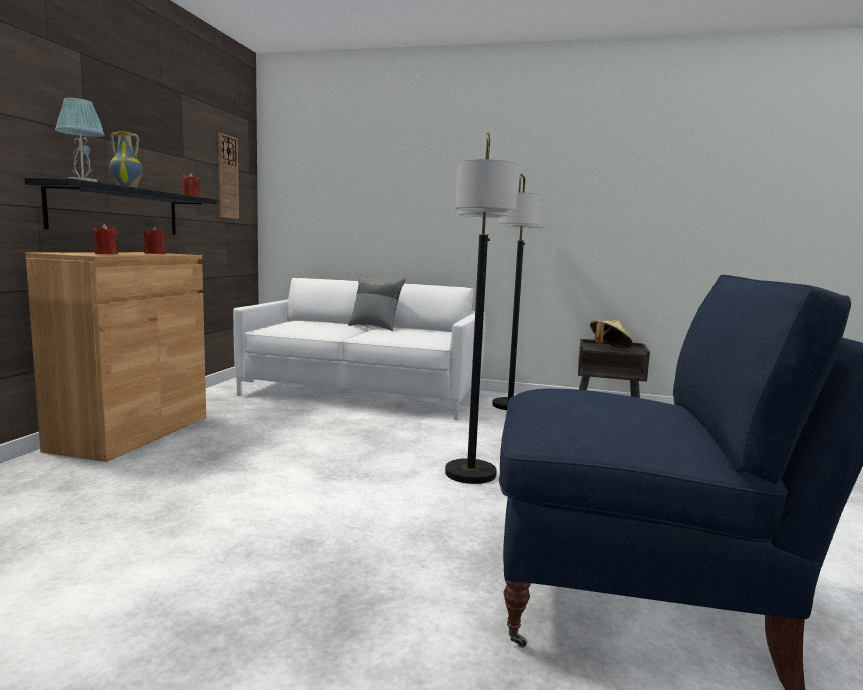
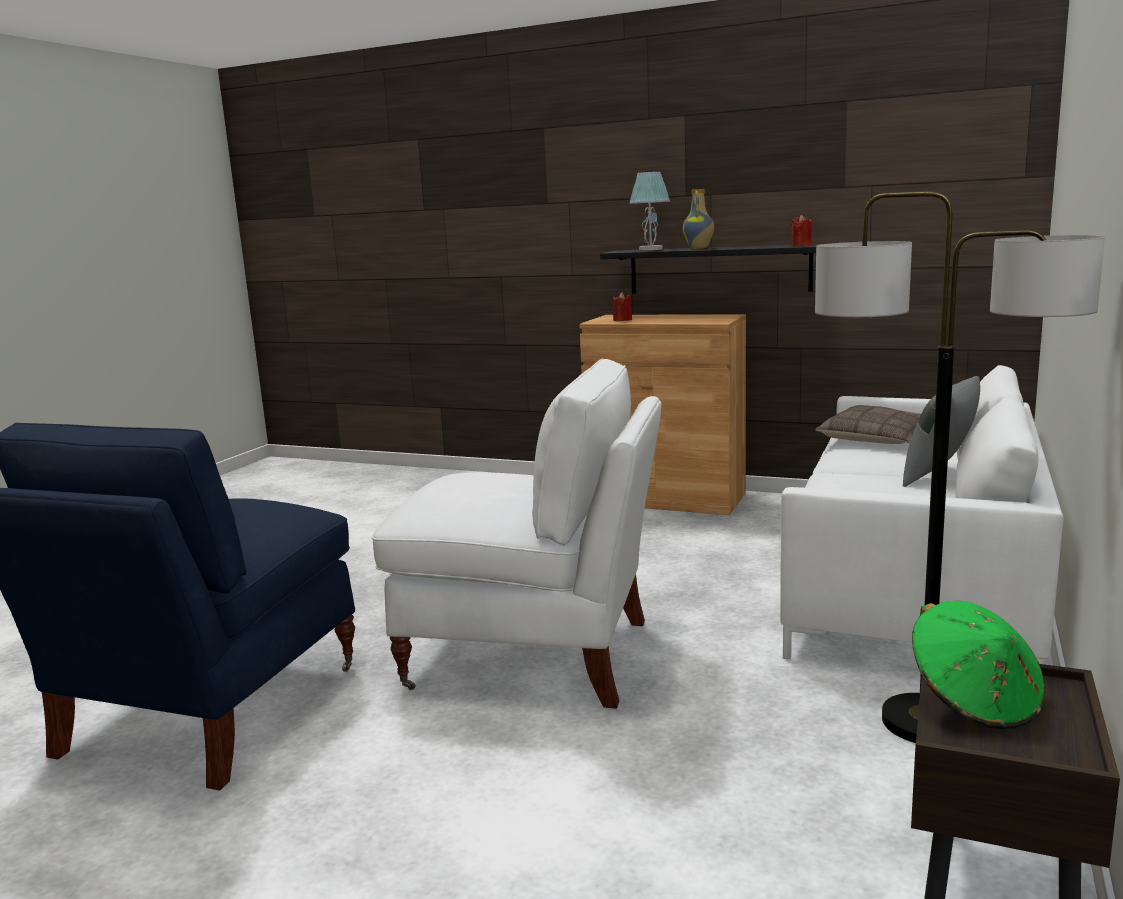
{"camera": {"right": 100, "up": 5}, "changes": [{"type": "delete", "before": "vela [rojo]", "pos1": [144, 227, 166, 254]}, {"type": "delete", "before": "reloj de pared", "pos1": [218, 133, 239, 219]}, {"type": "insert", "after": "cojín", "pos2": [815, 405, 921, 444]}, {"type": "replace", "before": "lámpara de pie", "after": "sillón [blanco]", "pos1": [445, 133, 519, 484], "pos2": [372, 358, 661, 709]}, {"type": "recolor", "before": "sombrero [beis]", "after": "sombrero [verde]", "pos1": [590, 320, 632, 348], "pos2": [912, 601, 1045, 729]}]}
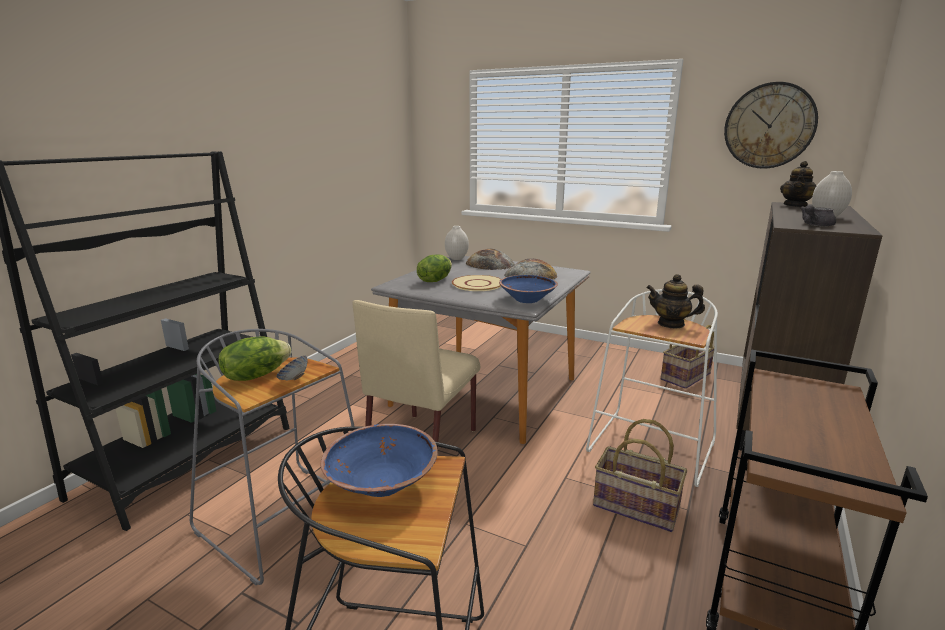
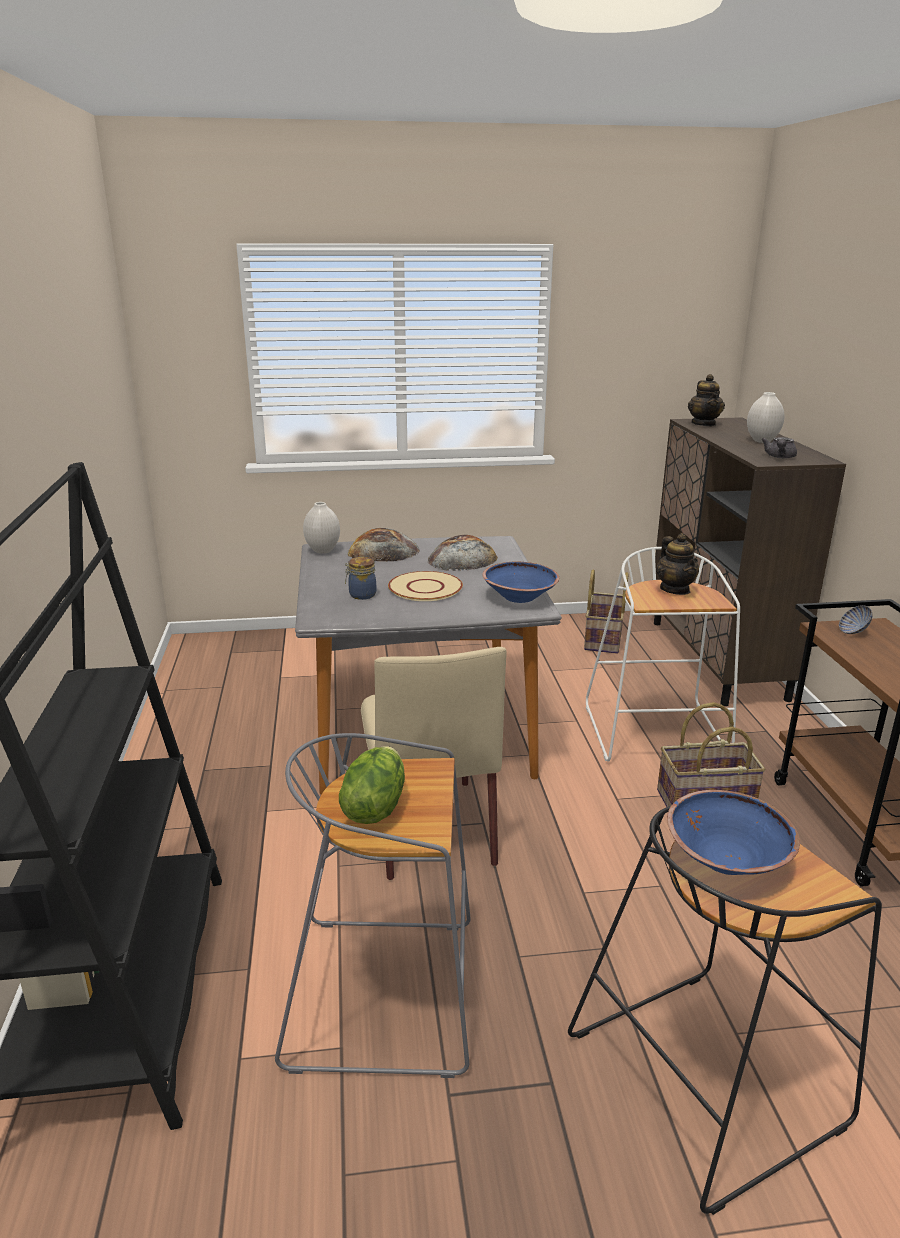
{"camera": {"right": -35, "up": 5}, "changes": [{"type": "delete", "before": "reloj de pared", "pos1": [724, 82, 818, 169]}, {"type": "move", "before": "cuenco", "pos1": [277, 355, 308, 380], "pos2": [839, 605, 873, 634]}, {"type": "replace", "before": "lechuga", "after": "tarro", "pos1": [417, 254, 452, 282], "pos2": [345, 557, 376, 600]}, {"type": "rotate", "before": "tetera", "pos1": [646, 274, 705, 328], "pos2": [656, 533, 699, 595], "turn": -90}]}
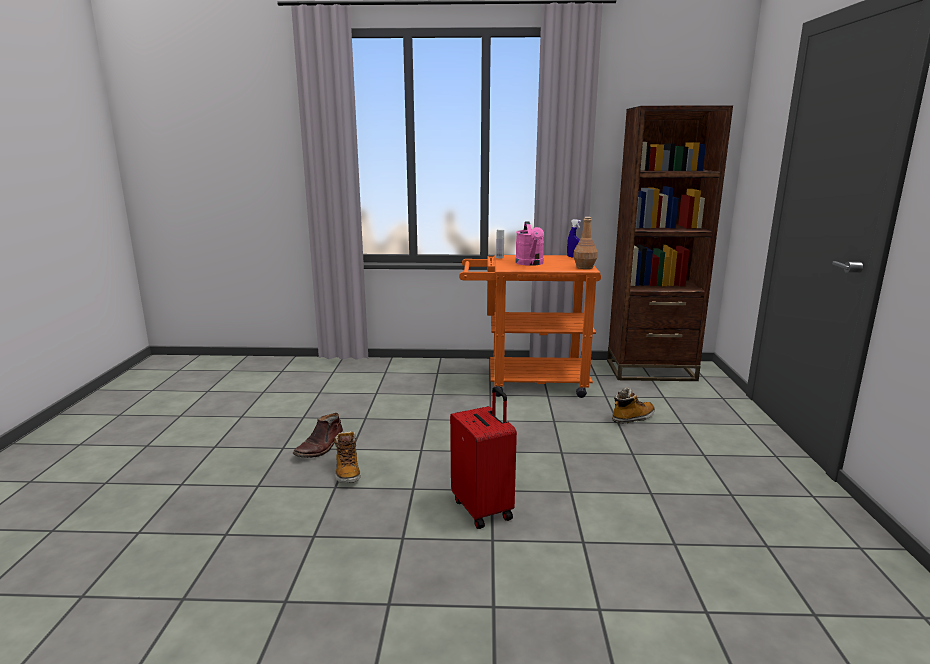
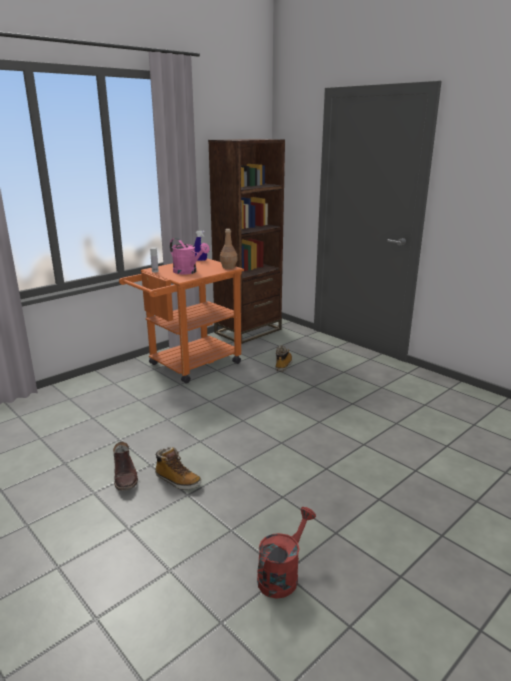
{"camera": {"right": -45, "up": 5}, "changes": [{"type": "delete", "before": "maleta [rojo]", "pos1": [450, 387, 517, 529]}, {"type": "insert", "after": "regadera [rojo]", "pos2": [257, 507, 316, 599]}]}
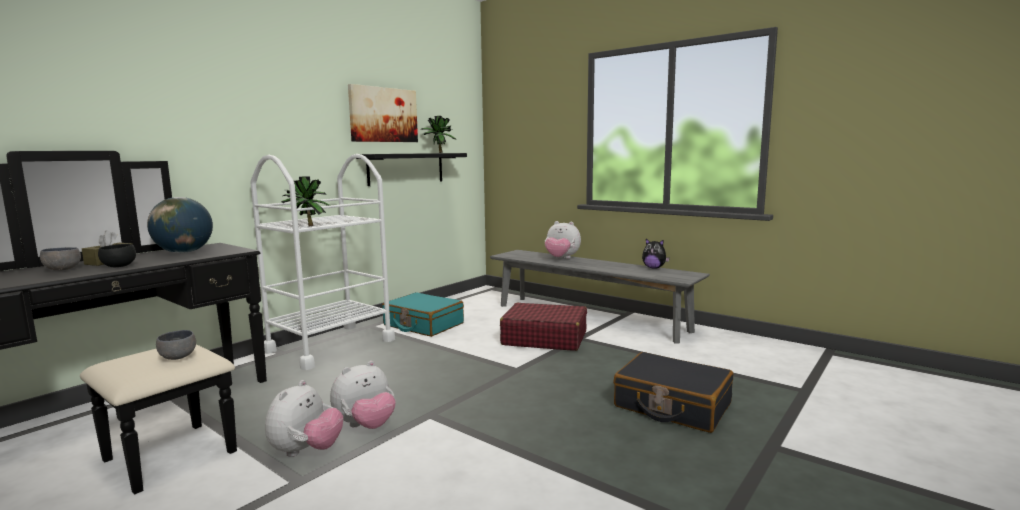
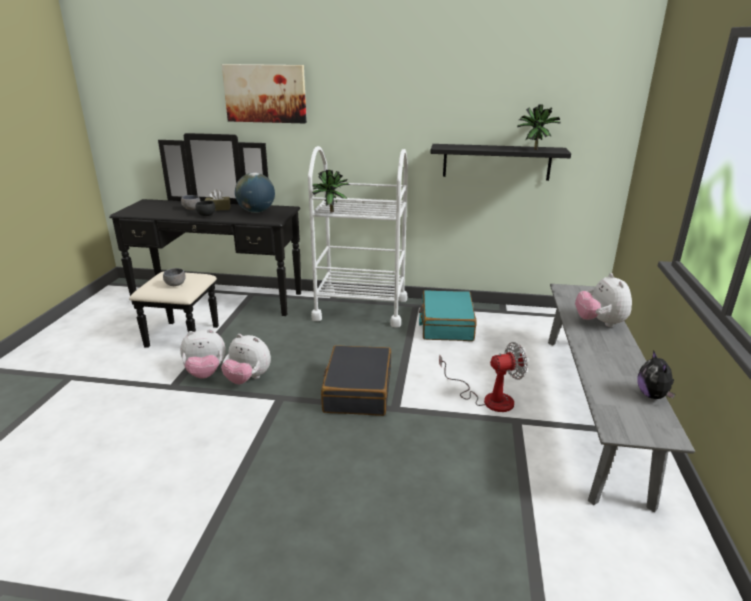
{"camera": {"right": 60, "up": 15}, "changes": [{"type": "move", "before": "cuadro", "pos1": [348, 84, 418, 142], "pos2": [222, 64, 307, 123]}, {"type": "move", "before": "maleta [negro]", "pos1": [614, 352, 733, 433], "pos2": [321, 345, 391, 416]}, {"type": "replace", "before": "maleta [rojo]", "after": "ventilador", "pos1": [500, 303, 587, 351], "pos2": [439, 342, 528, 412]}]}
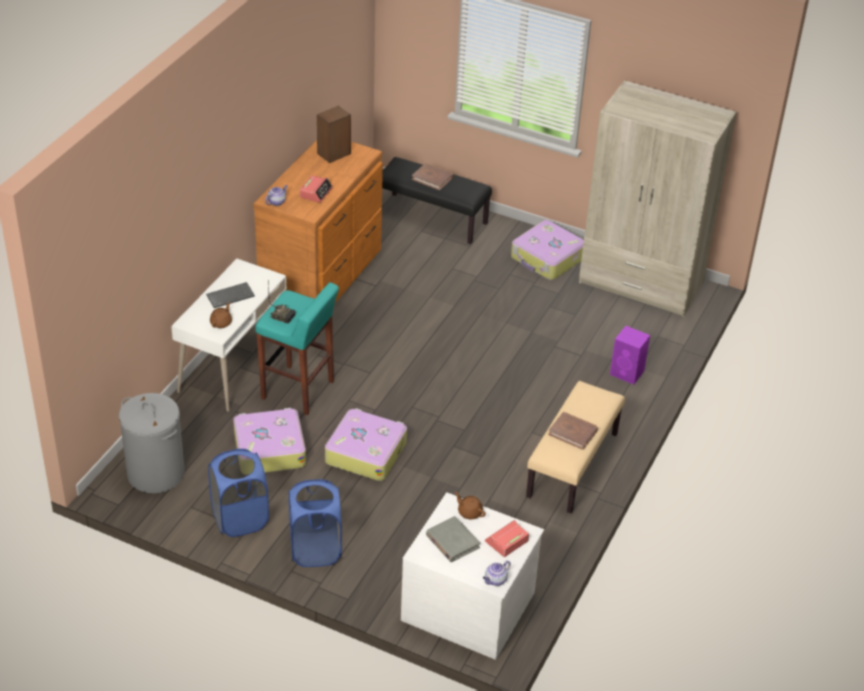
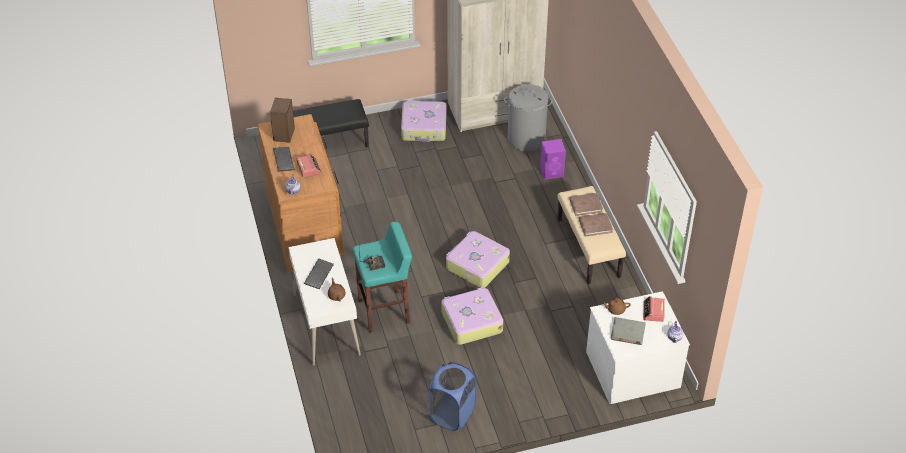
{"camera": {"right": -40, "up": 5}, "changes": [{"type": "delete", "before": "cesto de la ropa [azul]", "pos1": [289, 479, 342, 567]}, {"type": "insert", "after": "teclado", "pos2": [273, 147, 295, 172]}, {"type": "move", "before": "cesto de la ropa [gris]", "pos1": [119, 393, 185, 493], "pos2": [504, 84, 553, 151]}, {"type": "move", "before": "maleta", "pos1": [233, 408, 306, 472], "pos2": [446, 231, 510, 288]}, {"type": "move", "before": "libro [marrón]", "pos1": [412, 163, 453, 190], "pos2": [570, 193, 603, 216]}]}
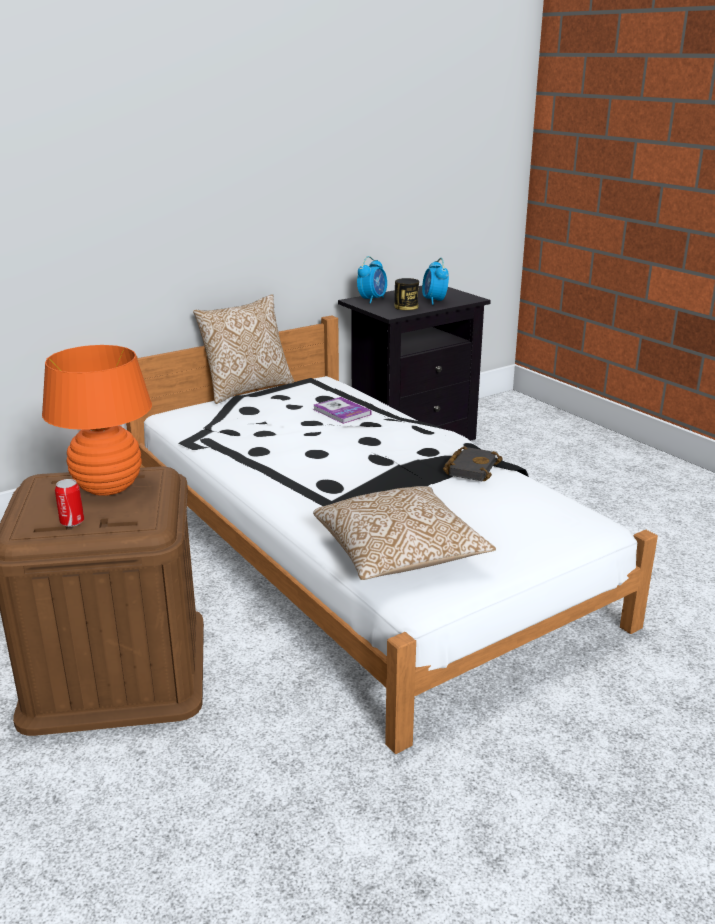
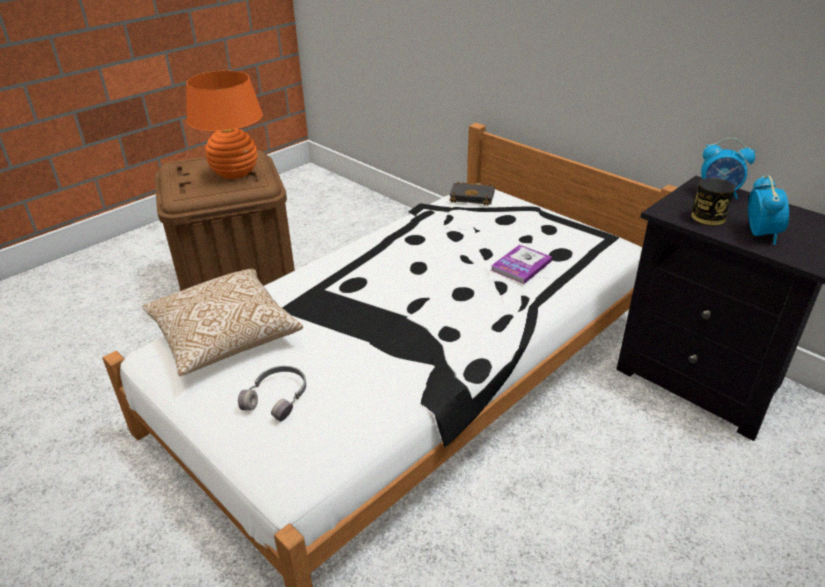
{"camera": {"right": 80, "up": 10}, "changes": [{"type": "delete", "before": "lata", "pos1": [55, 479, 84, 527]}, {"type": "delete", "before": "cojín", "pos1": [193, 294, 294, 404]}, {"type": "insert", "after": "auriculares [gris]", "pos2": [238, 366, 306, 422]}, {"type": "move", "before": "libro [negro]", "pos1": [443, 446, 503, 481], "pos2": [449, 181, 495, 206]}, {"type": "rotate", "before": "despertador", "pos1": [422, 258, 449, 305], "pos2": [748, 175, 789, 245], "turn": 120}]}
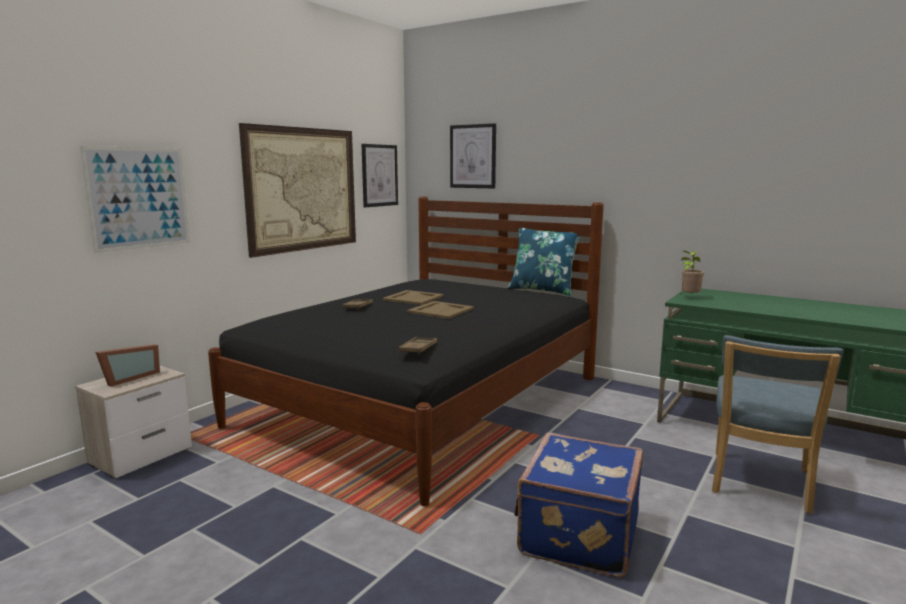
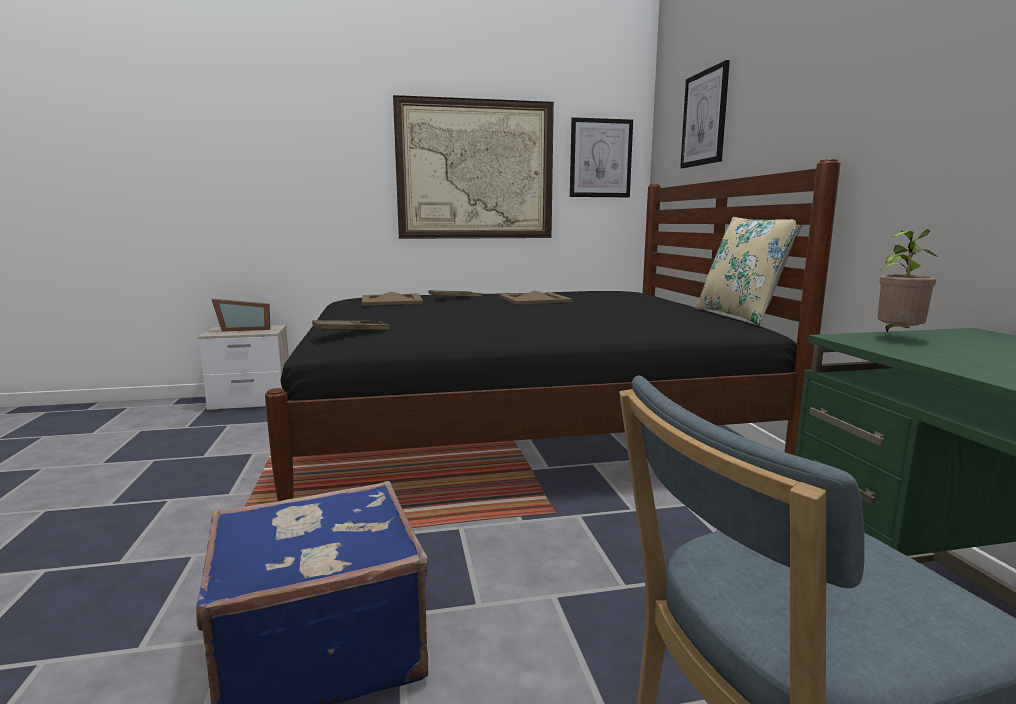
{"camera": {"right": 45, "up": 0}, "changes": [{"type": "delete", "before": "cuadro", "pos1": [80, 146, 190, 253]}, {"type": "move", "before": "bandeja [beis]", "pos1": [407, 301, 474, 319], "pos2": [362, 292, 423, 306]}, {"type": "recolor", "before": "cojín [azul]", "after": "cojín [beis]", "pos1": [508, 228, 580, 296], "pos2": [695, 217, 803, 325]}]}
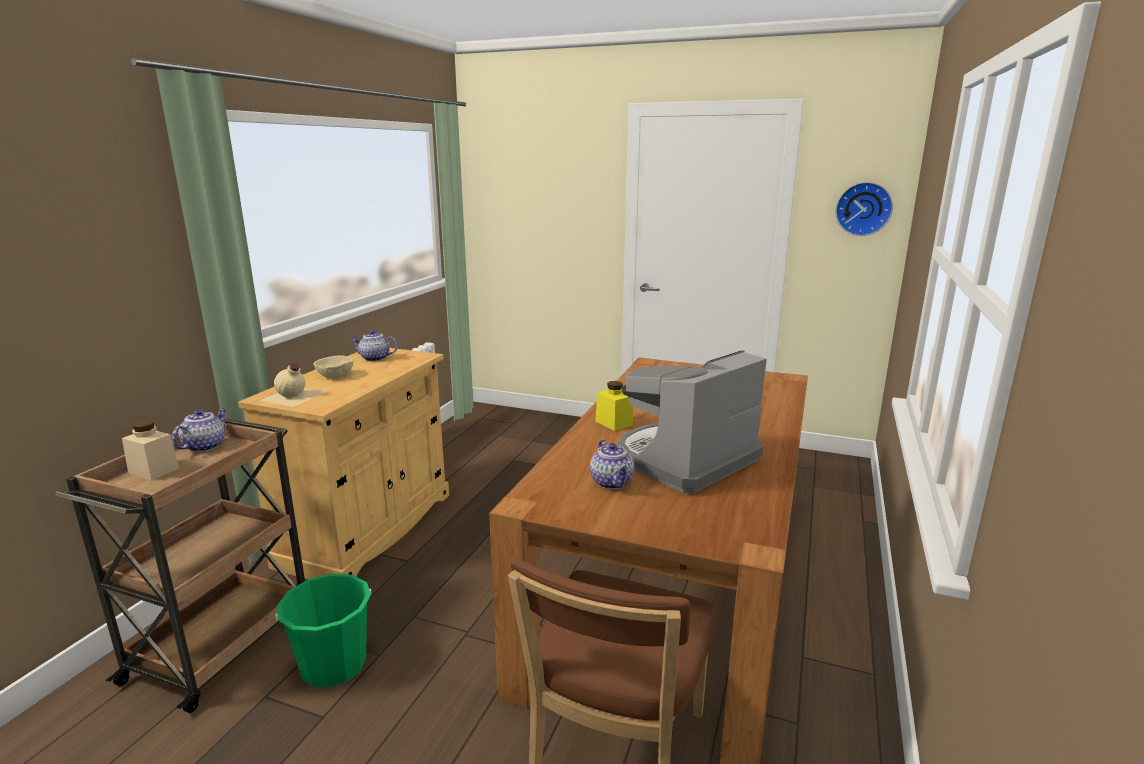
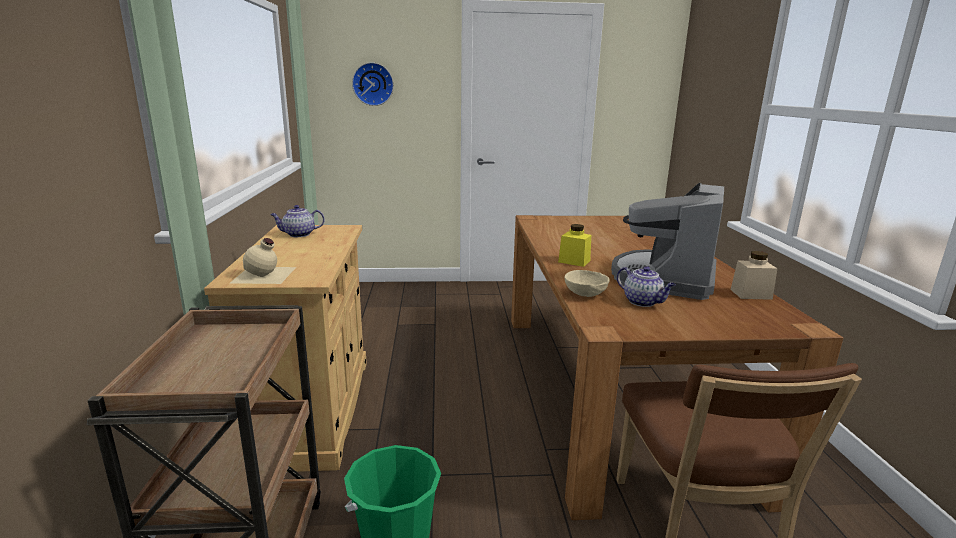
{"camera": {"right": -25, "up": 0}, "changes": [{"type": "delete", "before": "tetera", "pos1": [172, 408, 226, 452]}, {"type": "move", "before": "tarro [beis]", "pos1": [122, 420, 179, 480], "pos2": [731, 251, 778, 300]}, {"type": "move", "before": "cuenco [beis]", "pos1": [314, 356, 354, 378], "pos2": [564, 270, 610, 297]}, {"type": "move", "before": "reloj de pared", "pos1": [835, 182, 893, 236], "pos2": [352, 62, 394, 106]}]}
